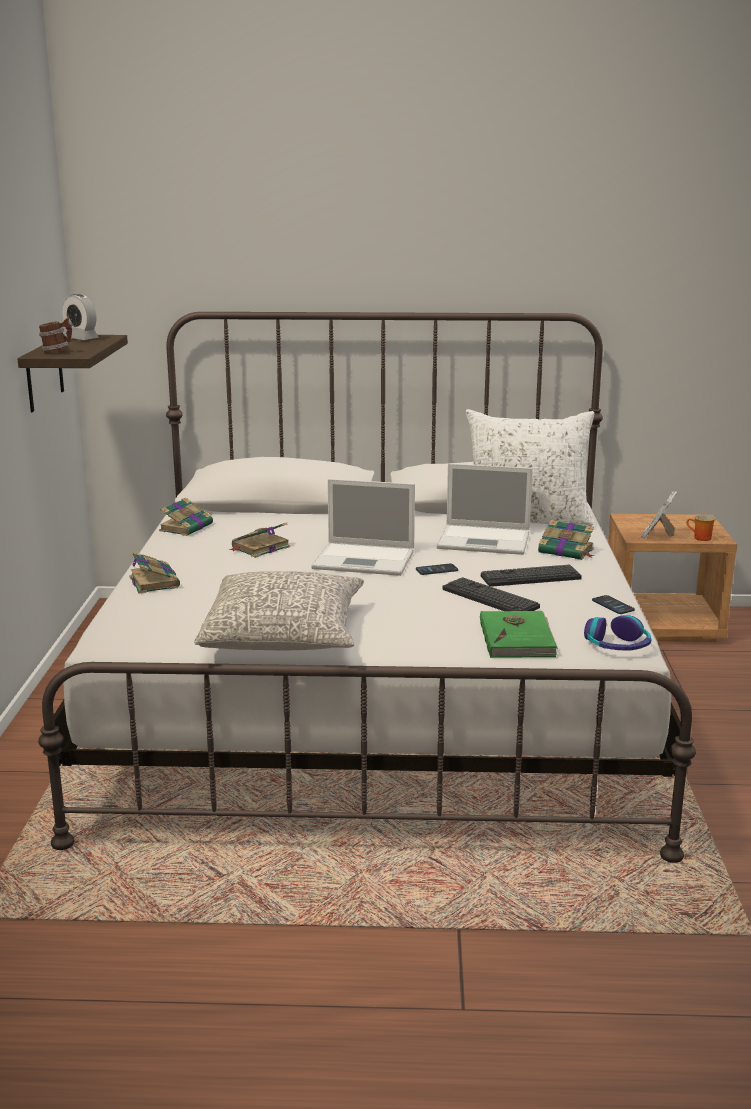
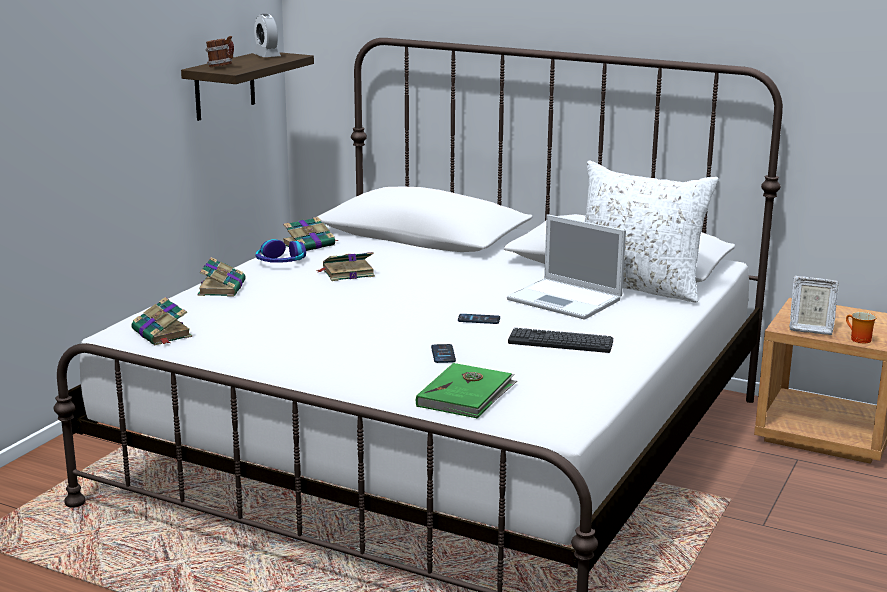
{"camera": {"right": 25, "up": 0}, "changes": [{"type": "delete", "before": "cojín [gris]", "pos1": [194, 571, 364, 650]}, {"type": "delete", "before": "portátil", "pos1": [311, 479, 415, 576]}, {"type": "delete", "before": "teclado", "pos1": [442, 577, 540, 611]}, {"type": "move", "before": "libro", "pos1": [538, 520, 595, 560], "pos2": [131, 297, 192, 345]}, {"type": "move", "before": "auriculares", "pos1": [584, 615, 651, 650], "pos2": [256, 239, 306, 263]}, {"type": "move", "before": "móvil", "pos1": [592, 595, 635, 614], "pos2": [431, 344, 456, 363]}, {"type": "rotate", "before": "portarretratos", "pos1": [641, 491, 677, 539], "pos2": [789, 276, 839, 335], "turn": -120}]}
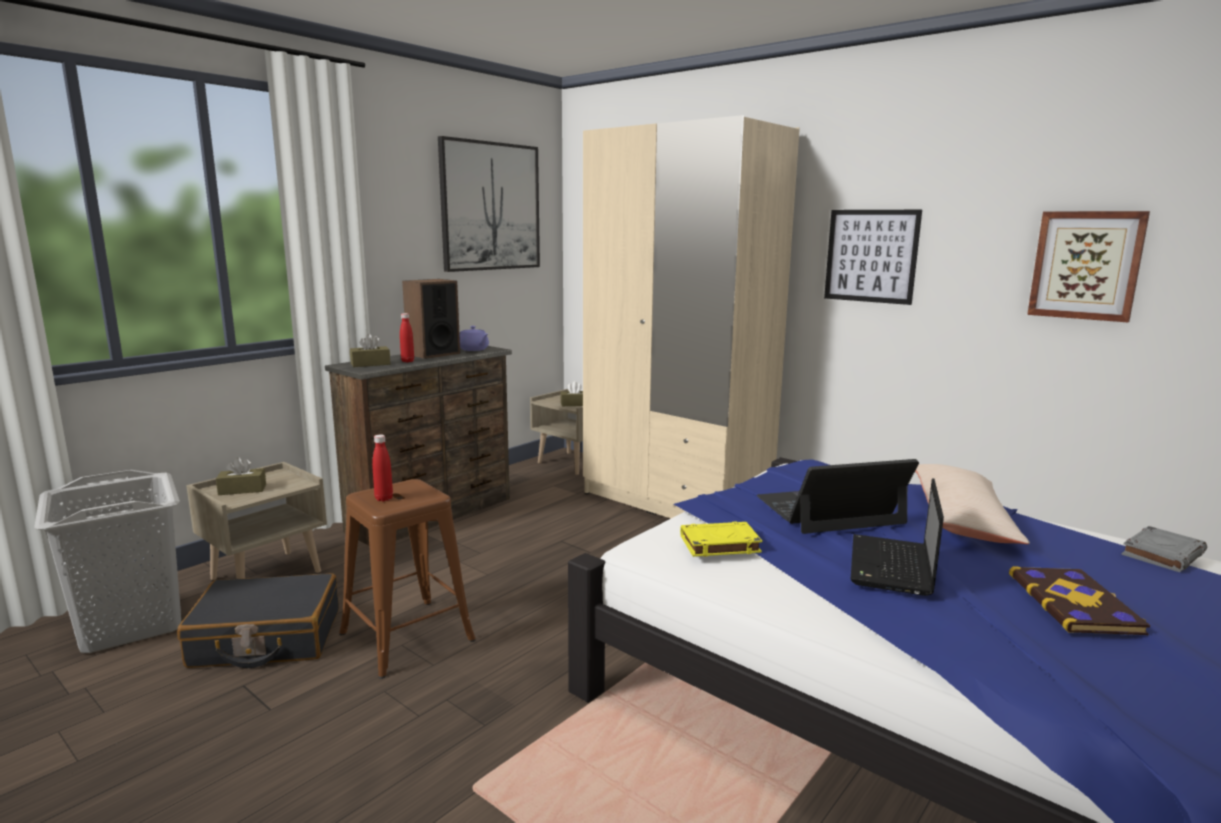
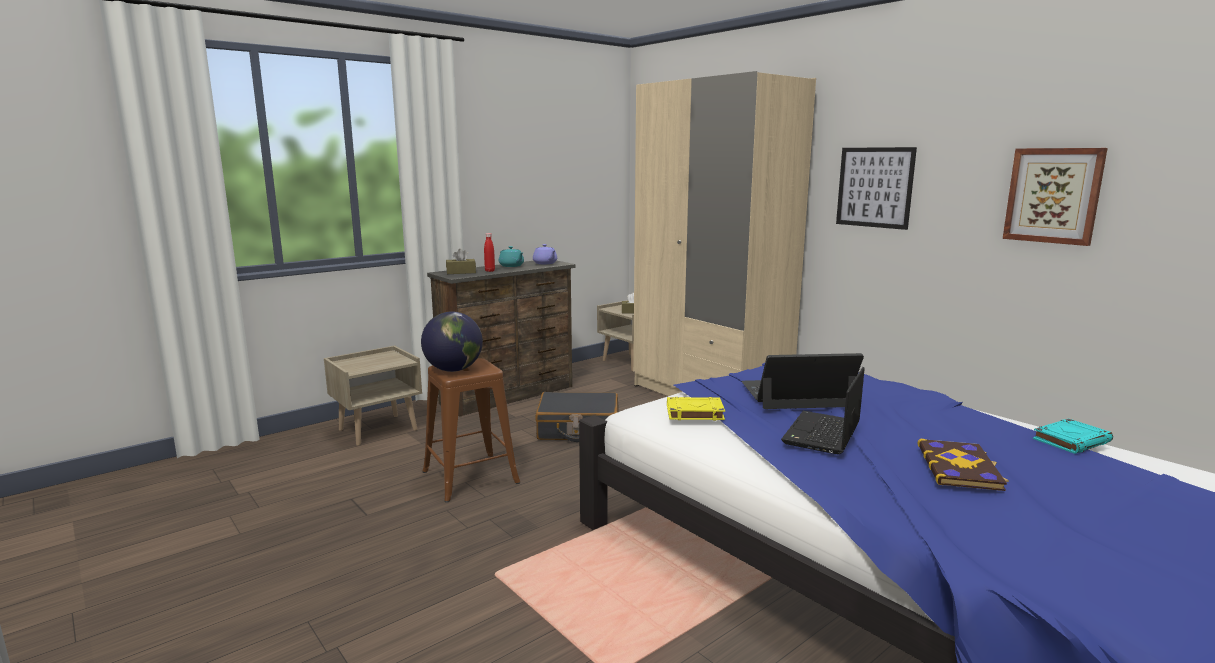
{"camera": {"right": 10, "up": 0}, "changes": [{"type": "delete", "before": "cesto de la ropa [gris]", "pos1": [34, 470, 181, 653]}, {"type": "delete", "before": "caja de pañuelos [marrón]", "pos1": [216, 457, 266, 495]}, {"type": "delete", "before": "cuadro", "pos1": [438, 136, 540, 272]}, {"type": "delete", "before": "cojín [beis]", "pos1": [915, 464, 1030, 544]}, {"type": "move", "before": "maleta [negro]", "pos1": [177, 573, 339, 668], "pos2": [535, 392, 619, 442]}, {"type": "replace", "before": "botella [rojo]", "after": "globo terráqueo", "pos1": [372, 435, 393, 502], "pos2": [421, 311, 483, 372]}, {"type": "replace", "before": "altavoz", "after": "tetera [turquesa]", "pos1": [402, 279, 460, 359], "pos2": [499, 246, 524, 267]}, {"type": "recolor", "before": "libro [gris]", "after": "libro [turquesa]", "pos1": [1121, 526, 1207, 572], "pos2": [1033, 418, 1113, 454]}]}
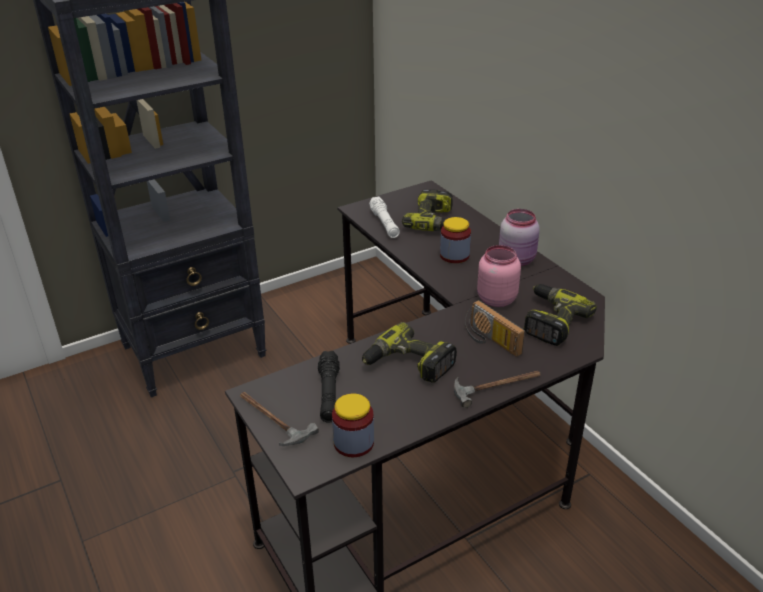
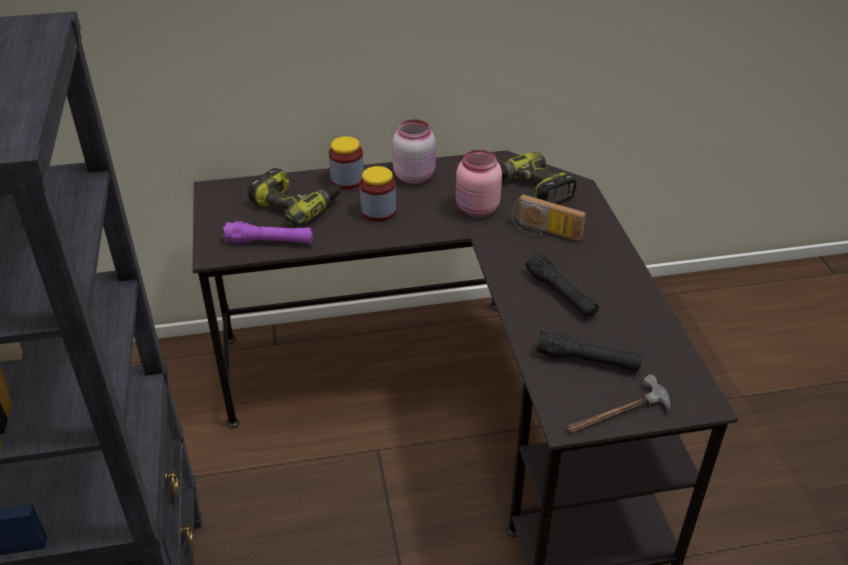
{"camera": {"right": -70, "up": 5}, "changes": [{"type": "delete", "before": "martillo", "pos1": [454, 371, 540, 408]}, {"type": "move", "before": "tarro", "pos1": [332, 393, 374, 457], "pos2": [329, 136, 364, 189]}, {"type": "replace", "before": "taladro", "after": "linterna [negro]", "pos1": [362, 322, 457, 383], "pos2": [525, 253, 599, 319]}, {"type": "recolor", "before": "linterna [blanco]", "after": "linterna [morado]", "pos1": [369, 196, 400, 238], "pos2": [223, 221, 313, 244]}, {"type": "rotate", "before": "radio", "pos1": [465, 300, 525, 357], "pos2": [511, 194, 586, 241], "turn": 45}]}
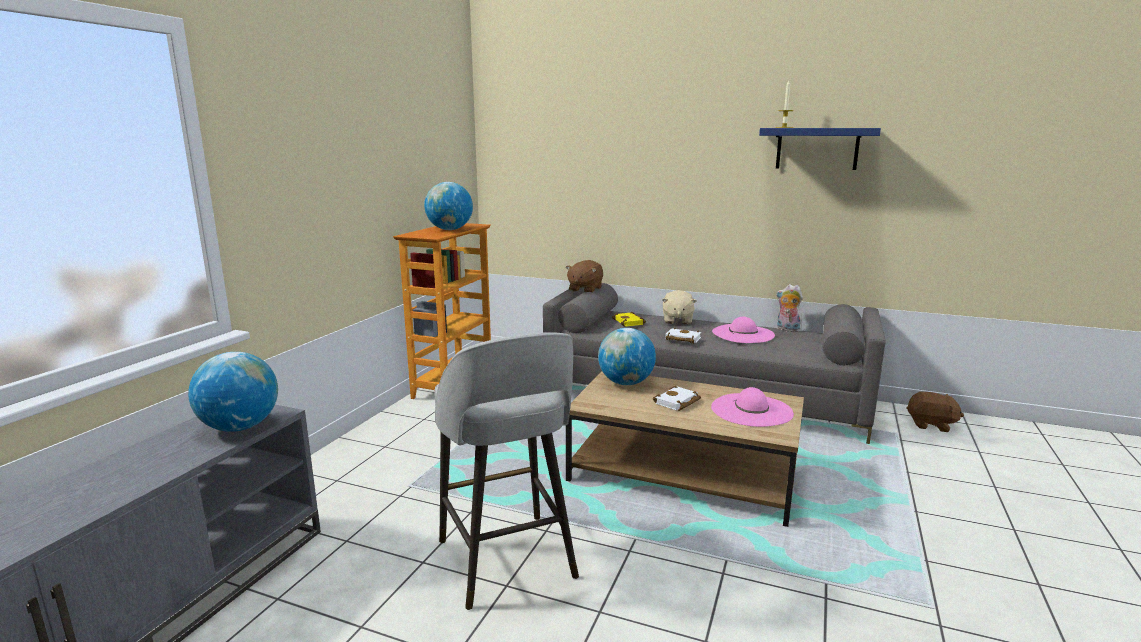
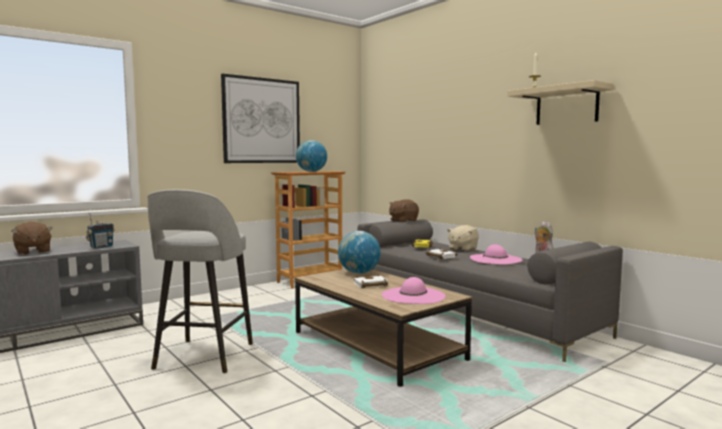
{"camera": {"right": 30, "up": -10}, "changes": [{"type": "insert", "after": "cuadro", "pos2": [221, 74, 300, 163]}, {"type": "move", "before": "peluche [marrón]", "pos1": [906, 392, 964, 432], "pos2": [11, 222, 53, 255]}, {"type": "replace", "before": "globo terráqueo", "after": "radio", "pos1": [188, 352, 278, 432], "pos2": [86, 213, 115, 249]}, {"type": "recolor", "before": "estante [azul]", "after": "estante [beis]", "pos1": [759, 128, 881, 170], "pos2": [508, 80, 614, 125]}]}
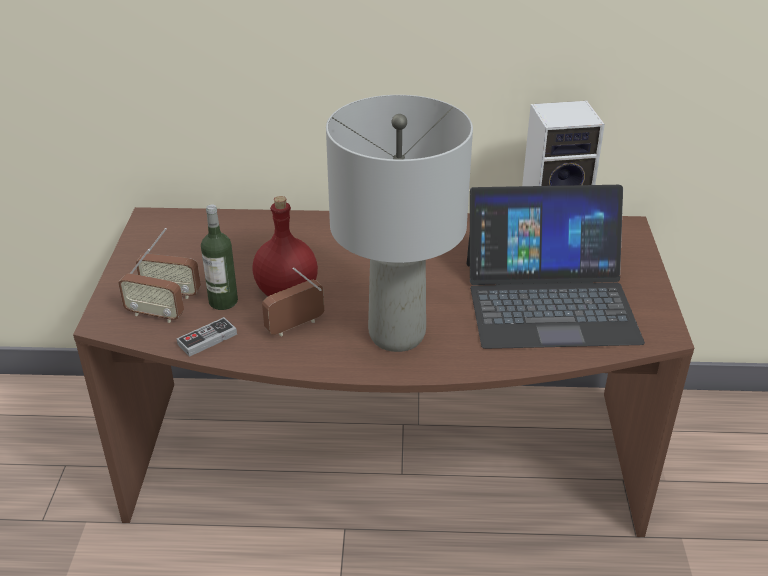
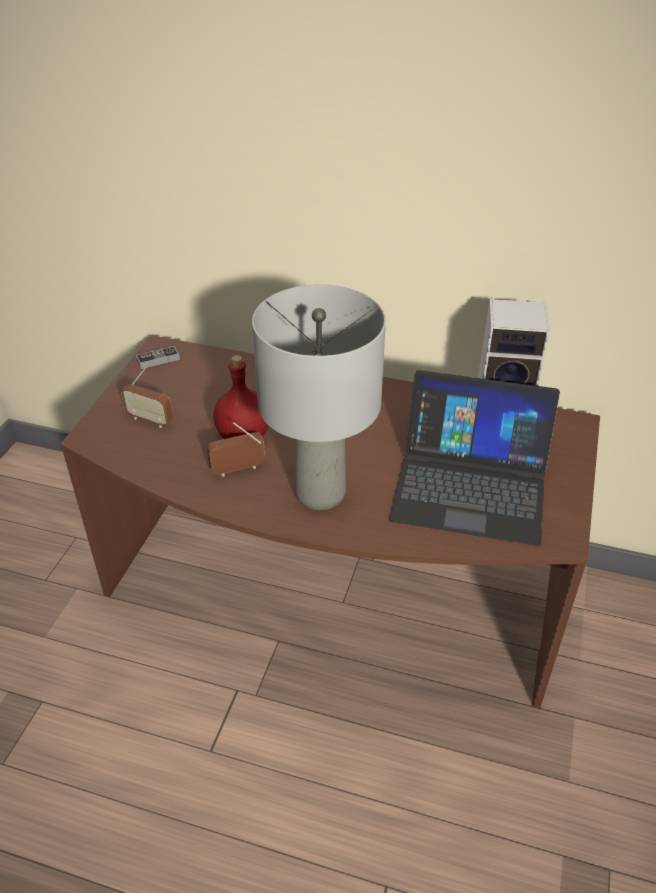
{"camera": {"right": 15, "up": 5}, "changes": [{"type": "delete", "before": "radio", "pos1": [118, 249, 184, 323]}, {"type": "delete", "before": "botella", "pos1": [201, 205, 238, 310]}, {"type": "move", "before": "mando de consola", "pos1": [177, 317, 237, 357], "pos2": [136, 346, 180, 369]}]}
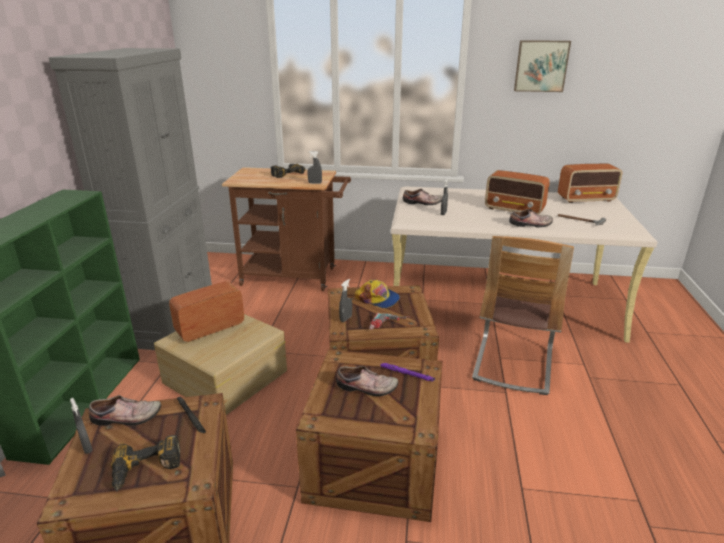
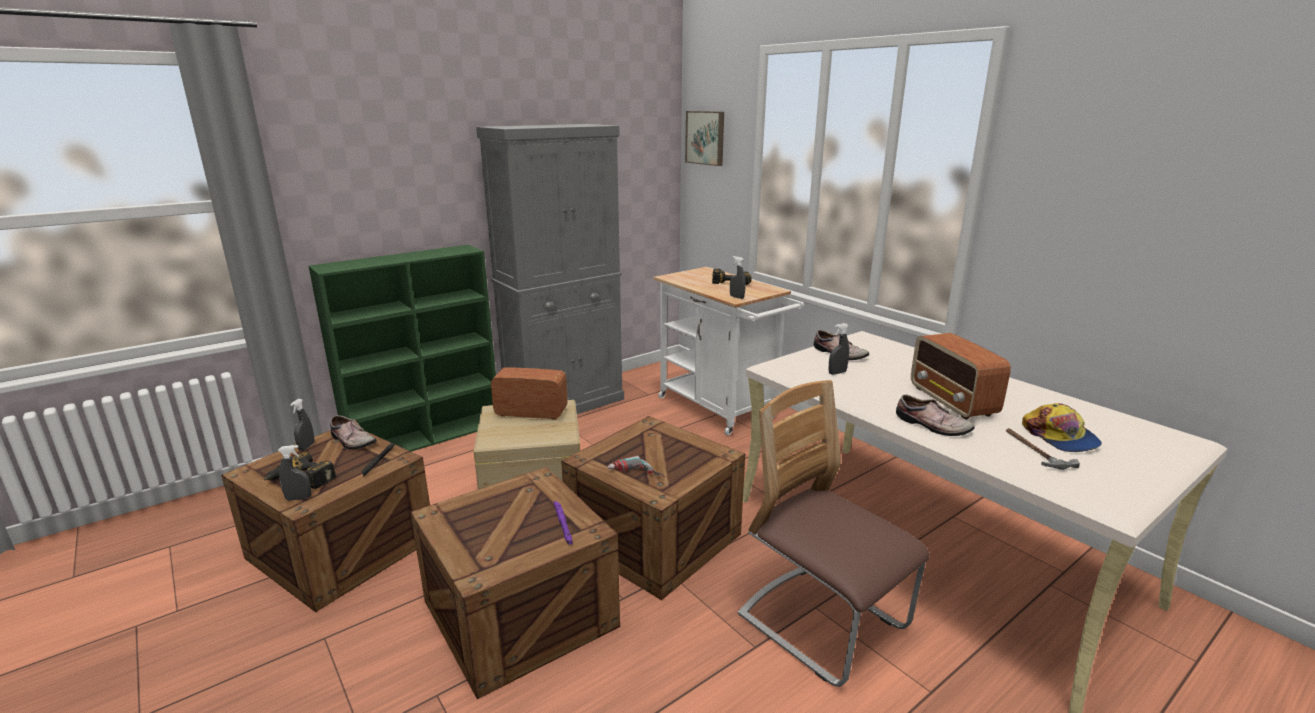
{"camera": {"right": 45, "up": -5}, "changes": [{"type": "delete", "before": "zapato", "pos1": [336, 366, 398, 396]}, {"type": "delete", "before": "radio", "pos1": [558, 164, 622, 203]}, {"type": "move", "before": "pulverizador [gris]", "pos1": [339, 279, 352, 322], "pos2": [278, 445, 311, 501]}, {"type": "move", "before": "gorra", "pos1": [355, 279, 400, 308], "pos2": [1022, 403, 1102, 452]}, {"type": "move", "before": "cuadro", "pos1": [514, 40, 571, 92], "pos2": [685, 111, 724, 166]}, {"type": "recolor", "before": "carrito [marrón]", "after": "carrito [blanco]", "pos1": [222, 167, 351, 291], "pos2": [653, 267, 804, 435]}, {"type": "rotate", "before": "silla", "pos1": [472, 236, 574, 395], "pos2": [738, 380, 930, 687], "turn": 75}]}
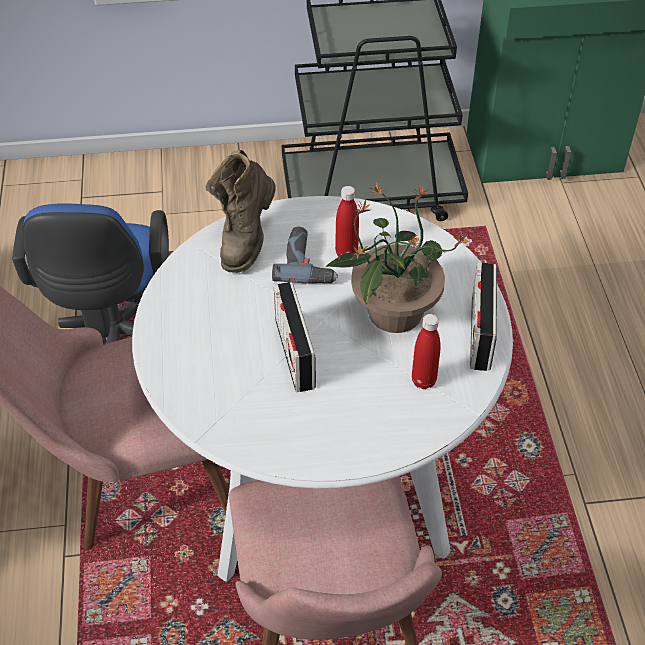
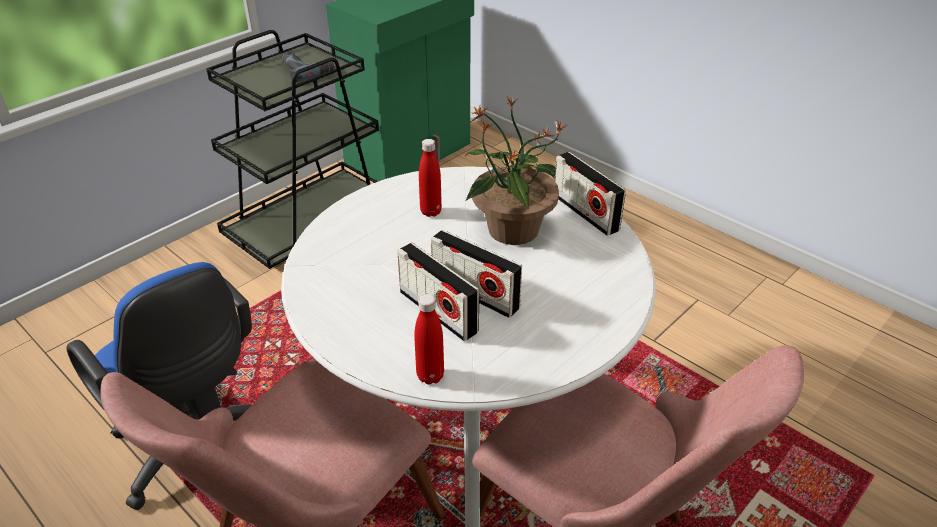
{"camera": {"right": -40, "up": -10}, "changes": [{"type": "delete", "before": "bota [marrón]", "pos1": [206, 150, 276, 273]}, {"type": "insert", "after": "radio", "pos2": [397, 243, 479, 341]}, {"type": "move", "before": "taladro", "pos1": [272, 227, 338, 283], "pos2": [283, 52, 335, 82]}, {"type": "move", "before": "botella [rojo]", "pos1": [412, 314, 441, 389], "pos2": [414, 294, 444, 385]}]}
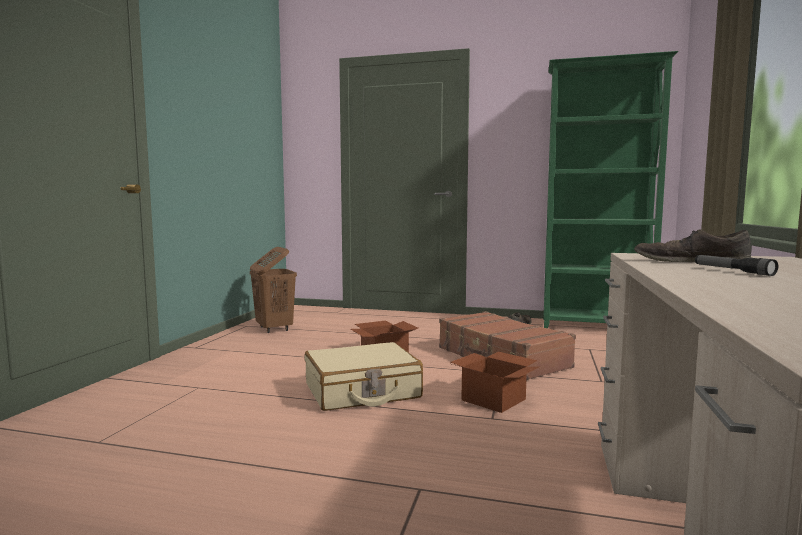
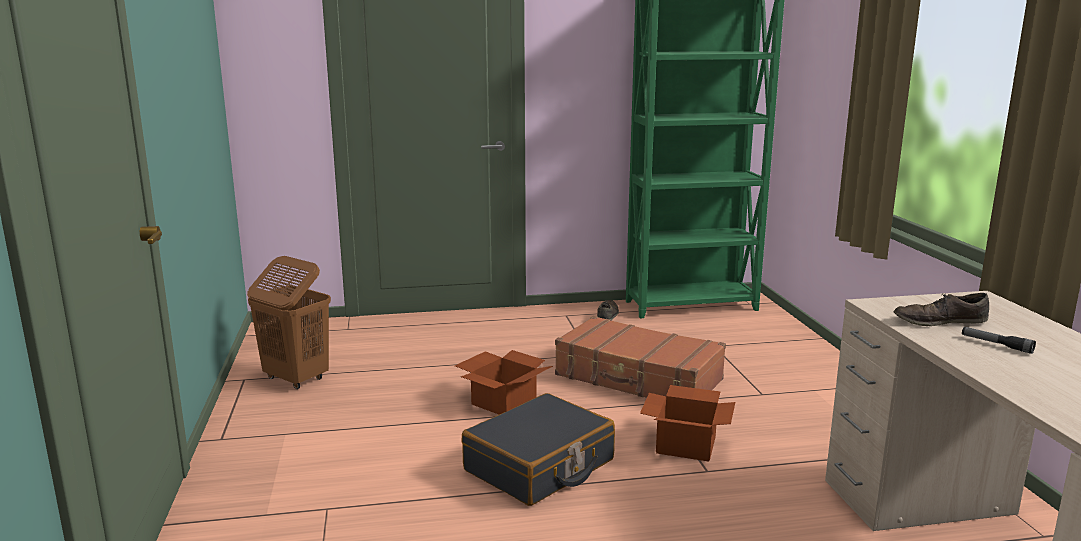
{"camera": {"right": -25, "up": 10}, "changes": [{"type": "recolor", "before": "maleta [beis]", "after": "maleta [negro]", "pos1": [305, 342, 423, 411], "pos2": [462, 393, 615, 506]}]}
